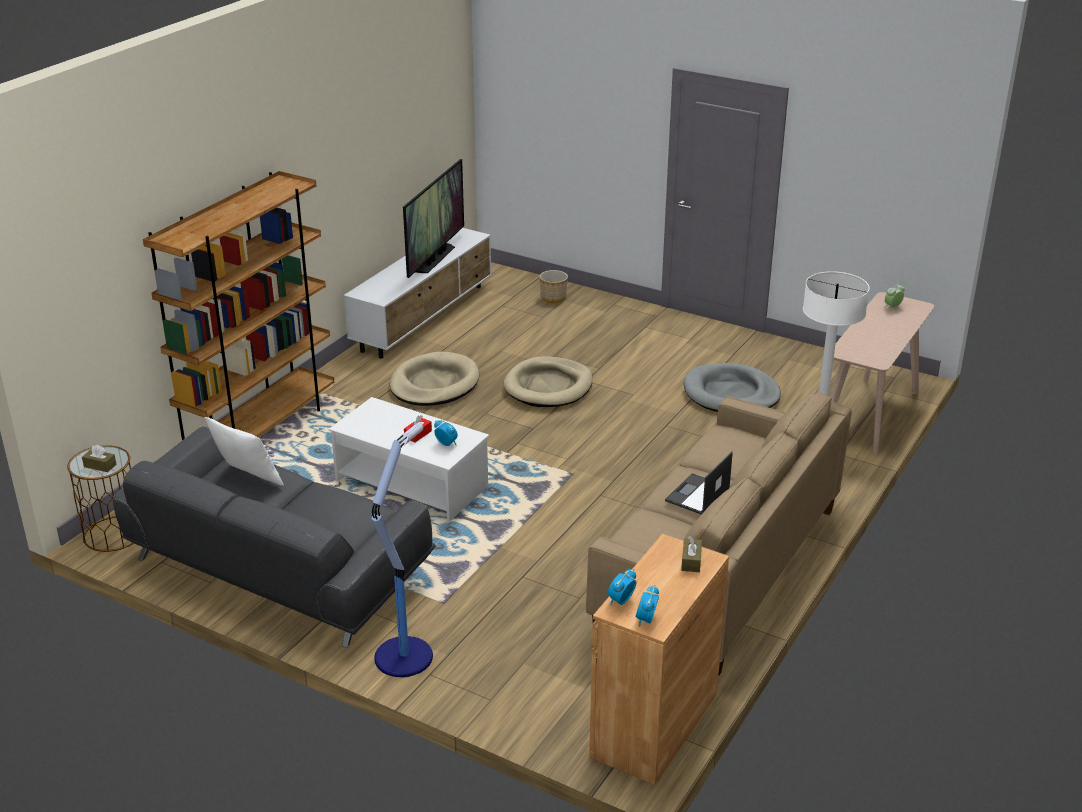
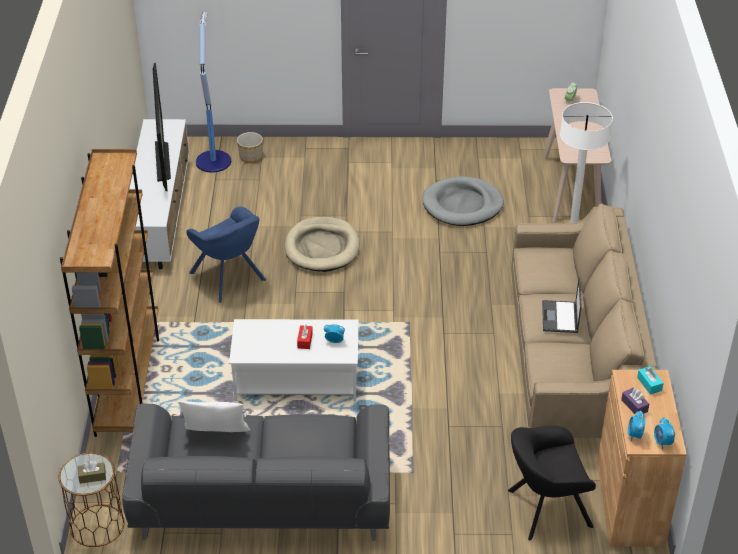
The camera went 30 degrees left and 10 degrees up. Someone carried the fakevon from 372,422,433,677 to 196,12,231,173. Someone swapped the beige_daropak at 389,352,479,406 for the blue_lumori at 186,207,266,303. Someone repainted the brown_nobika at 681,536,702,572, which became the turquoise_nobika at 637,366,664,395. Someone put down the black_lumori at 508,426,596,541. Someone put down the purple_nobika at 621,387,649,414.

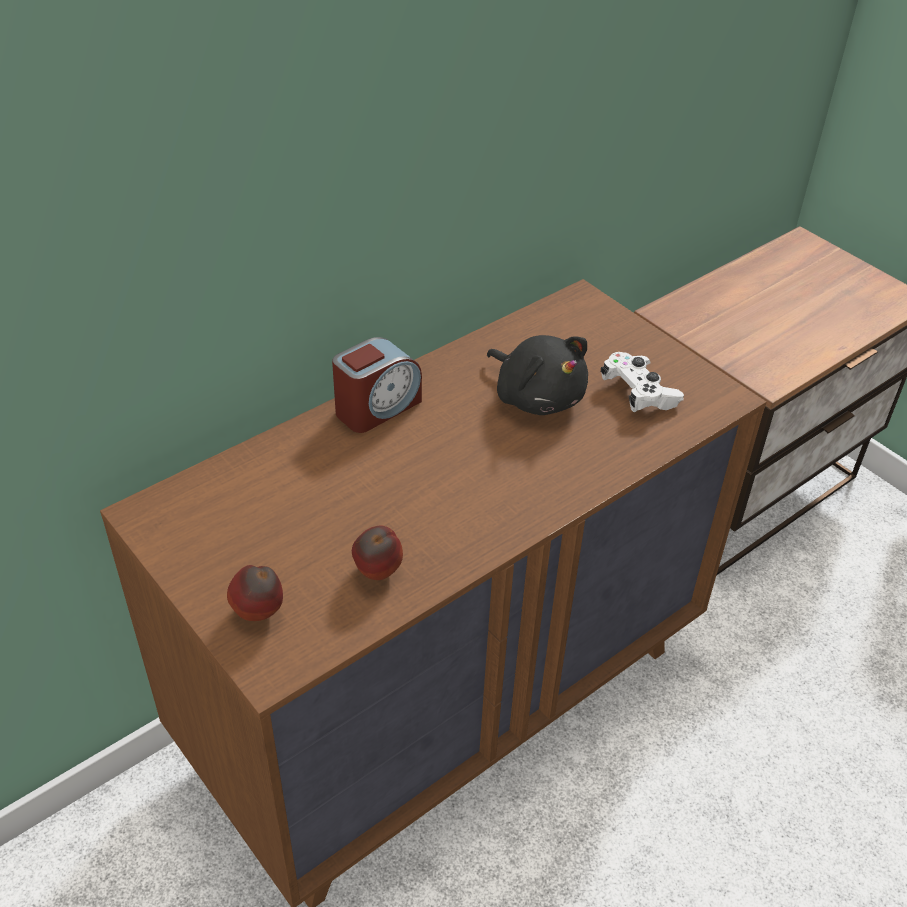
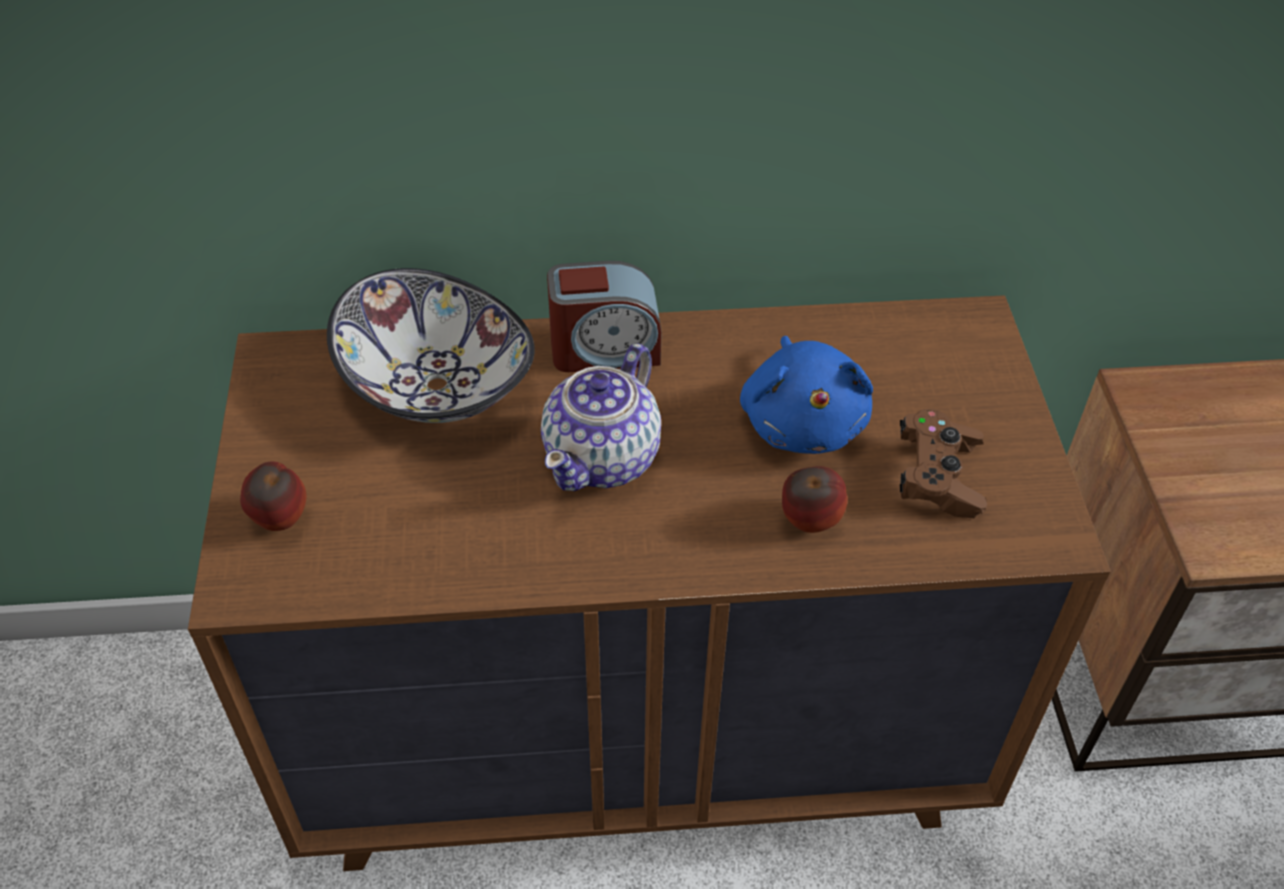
The camera went 35 degrees right and 5 degrees up. Someone carried the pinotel from 352,526,403,580 to 782,466,848,533. Someone repainted the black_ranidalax at 487,335,588,415, which became the blue_ranidalax at 740,336,873,454. Someone repainted the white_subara at 601,352,684,412, which became the brown_subara at 900,409,987,518. Someone put down the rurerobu at 327,268,535,423. Someone put down the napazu at 541,343,661,491.

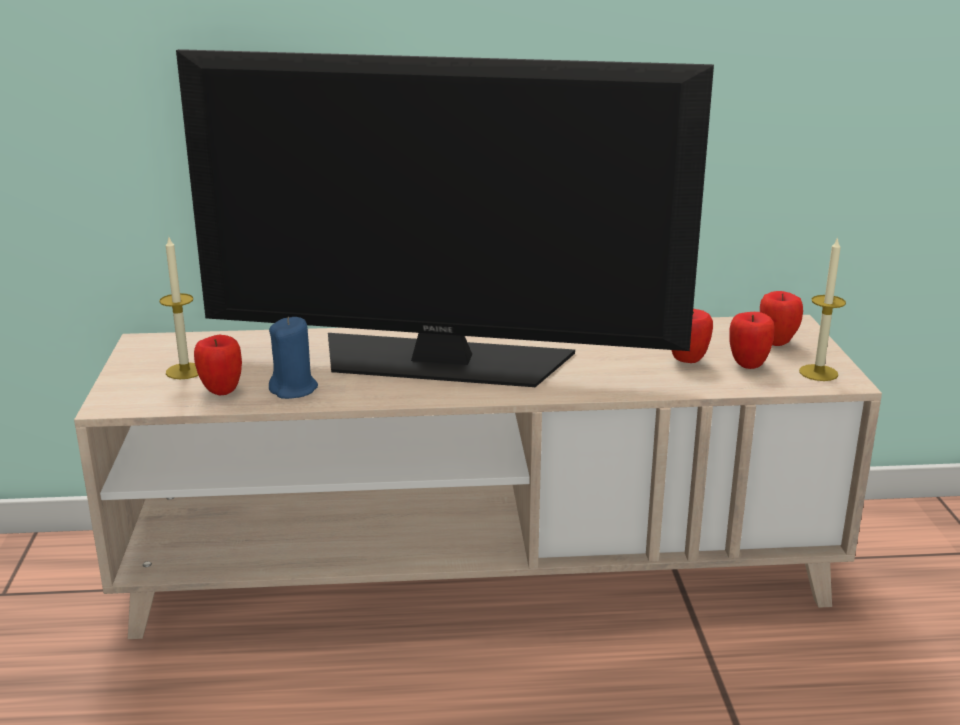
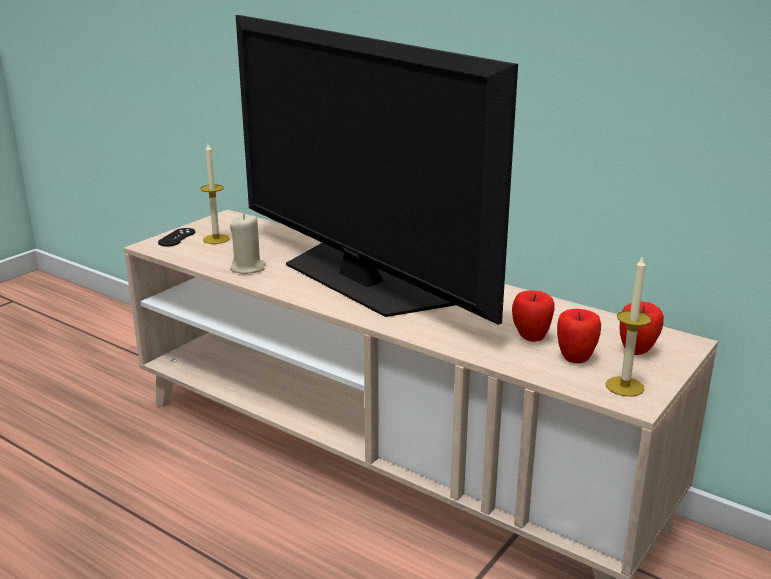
The camera went 40 degrees right and 0 degrees up. Someone took away the pinotel at 194,335,242,395. Someone repainted the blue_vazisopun at 269,317,318,399, which became the beige_vazisopun at 230,214,266,274. Someone put down the black_subara at 158,228,195,246.

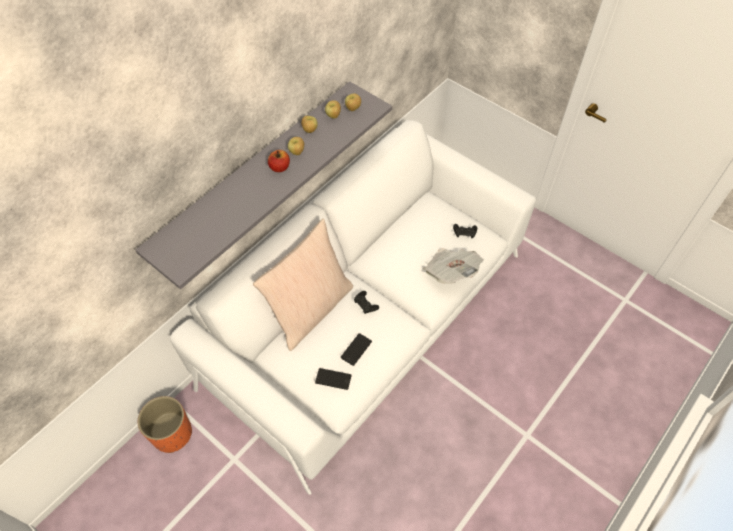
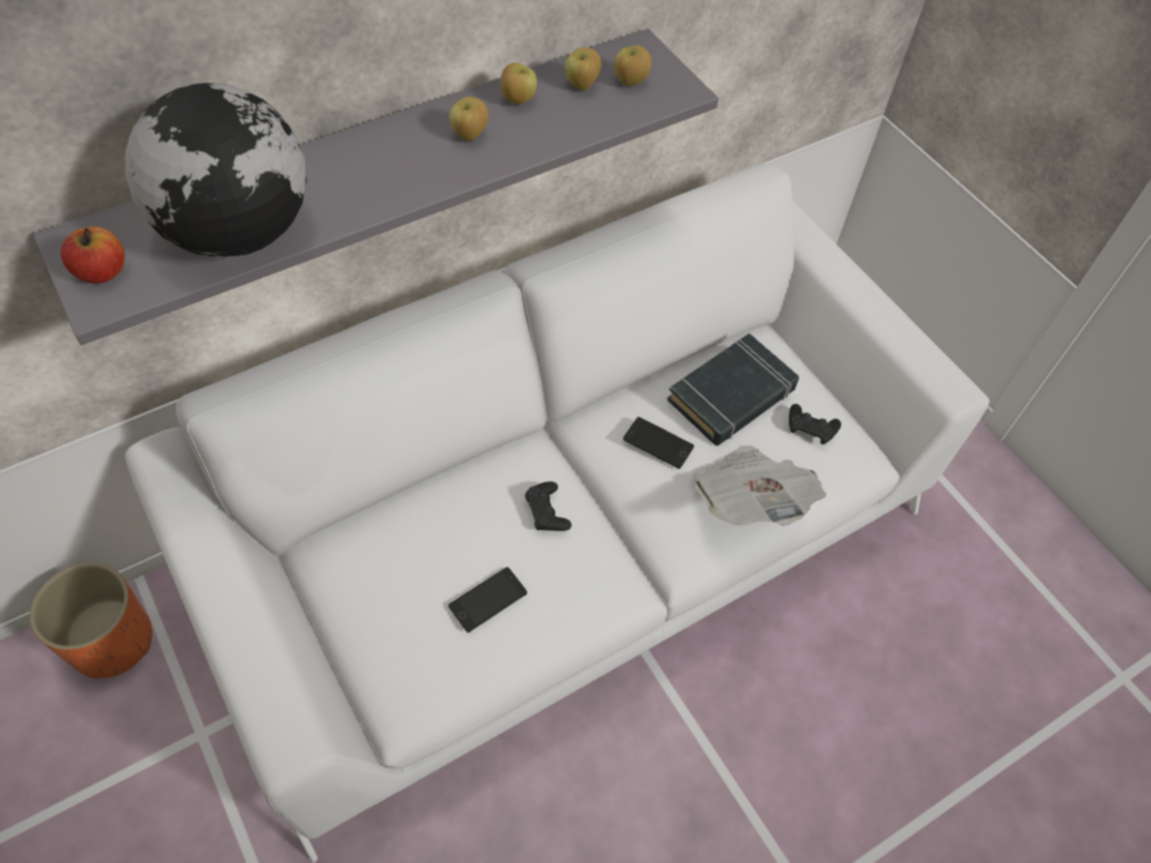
The camera went 15 degrees right and 0 degrees up. Someone took away the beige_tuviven at 253,218,353,351. Someone carried the pinotel from 268,150,290,172 to 60,227,125,284. Someone carried the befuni from 315,368,351,390 to 623,417,694,469. Someone put down the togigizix at 125,83,307,258. Someone put down the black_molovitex at 667,333,799,446.

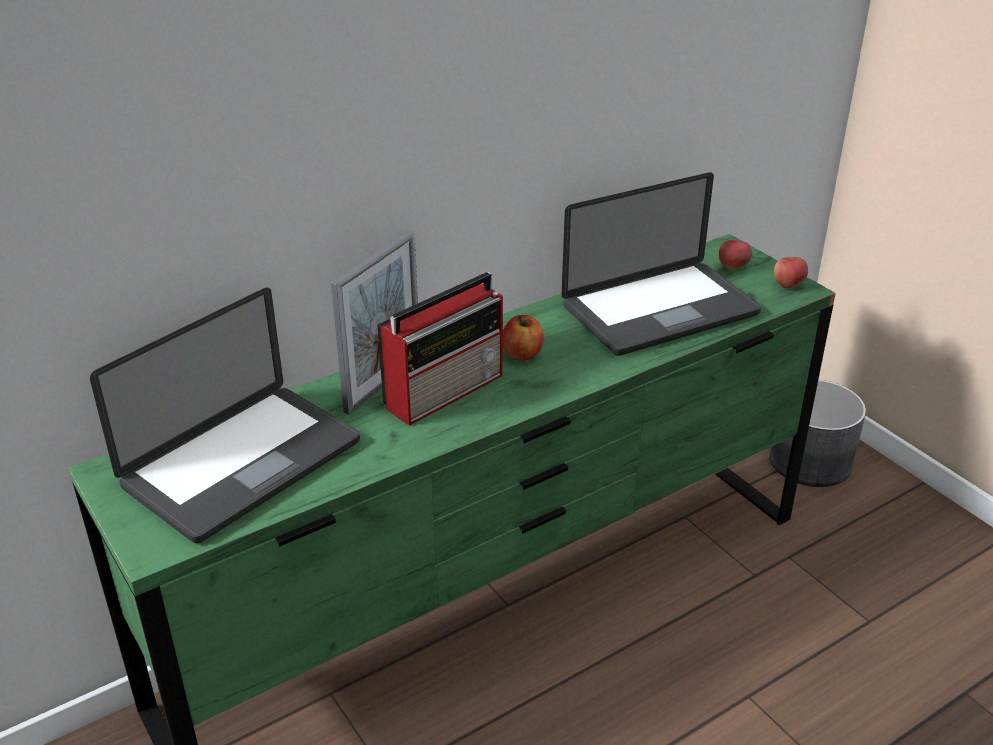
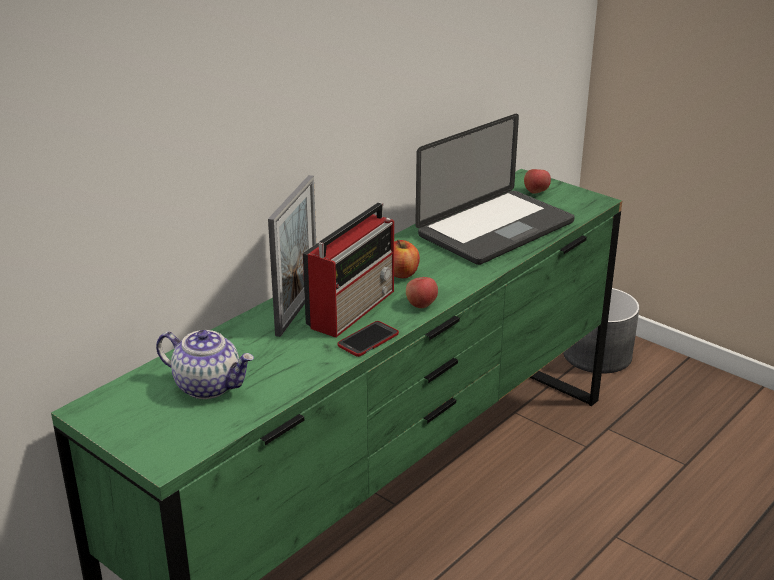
The camera went 15 degrees left and 5 degrees down. Someone swapped the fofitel at 90,287,360,543 for the napazu at 156,330,254,399. Someone carried the pinotel from 774,257,808,289 to 406,277,438,308. Someone put down the befuni at 337,321,399,357.

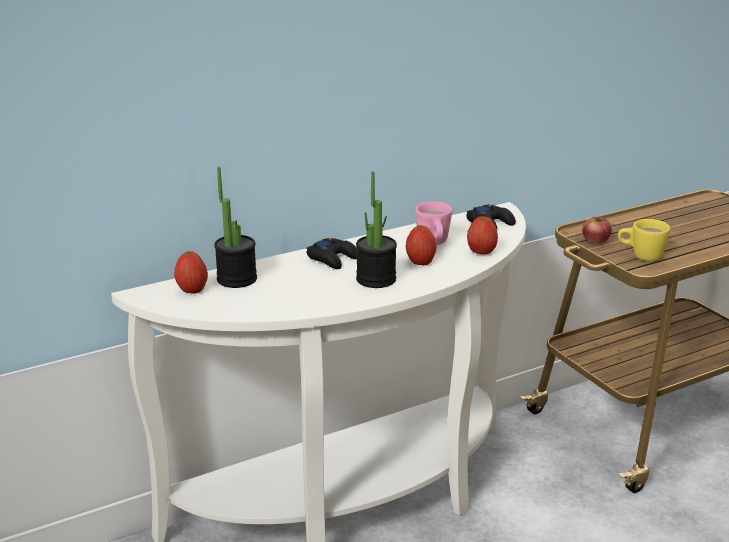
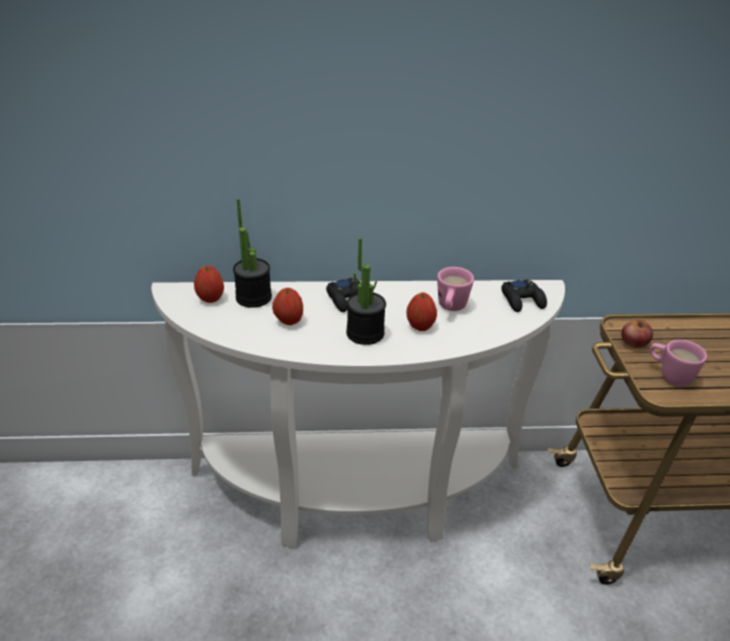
The camera went 25 degrees right and 10 degrees up. Someone carried the pinotel from 467,216,498,254 to 272,288,303,325. Someone repainted the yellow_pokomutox at 618,219,670,261, which became the pink_pokomutox at 650,340,707,387.

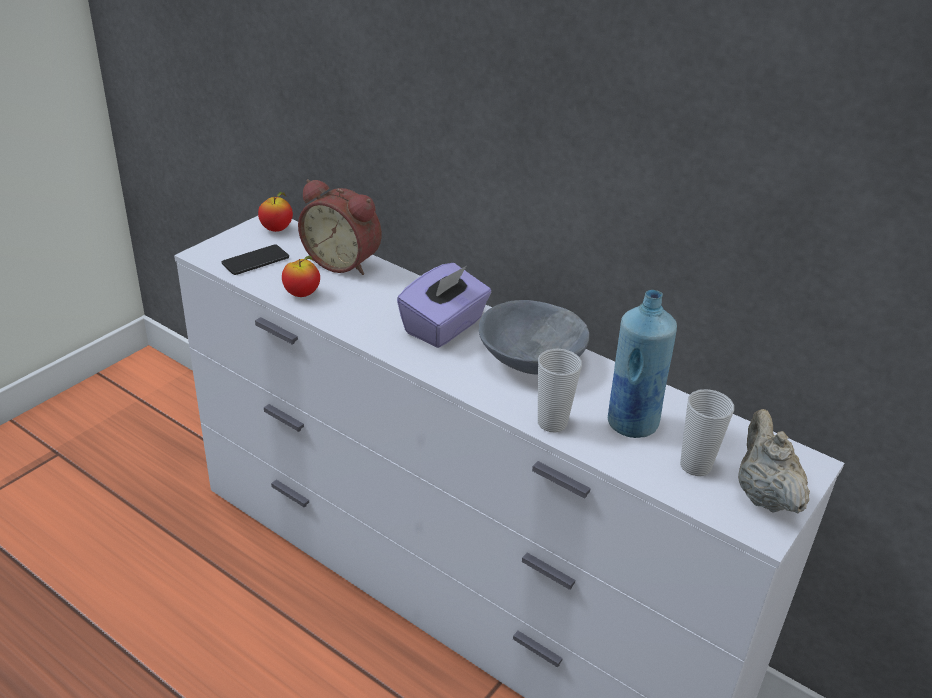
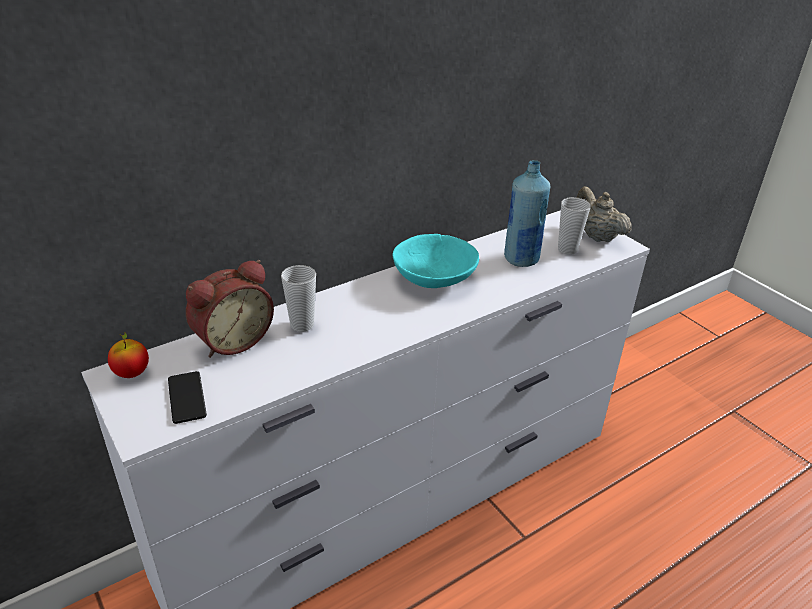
The camera went 70 degrees left and 0 degrees up. Someone took away the pinotel at 282,256,320,297. Someone took away the purple_nobika at 397,263,491,348. Someone repainted the grey_rurerobu at 479,300,589,375, which became the turquoise_rurerobu at 393,234,479,288. Someone carried the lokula from 538,349,582,432 to 281,265,316,332. Someone rotated the beige_napazu at 738,409,810,514 by 45 degrees clockwise.

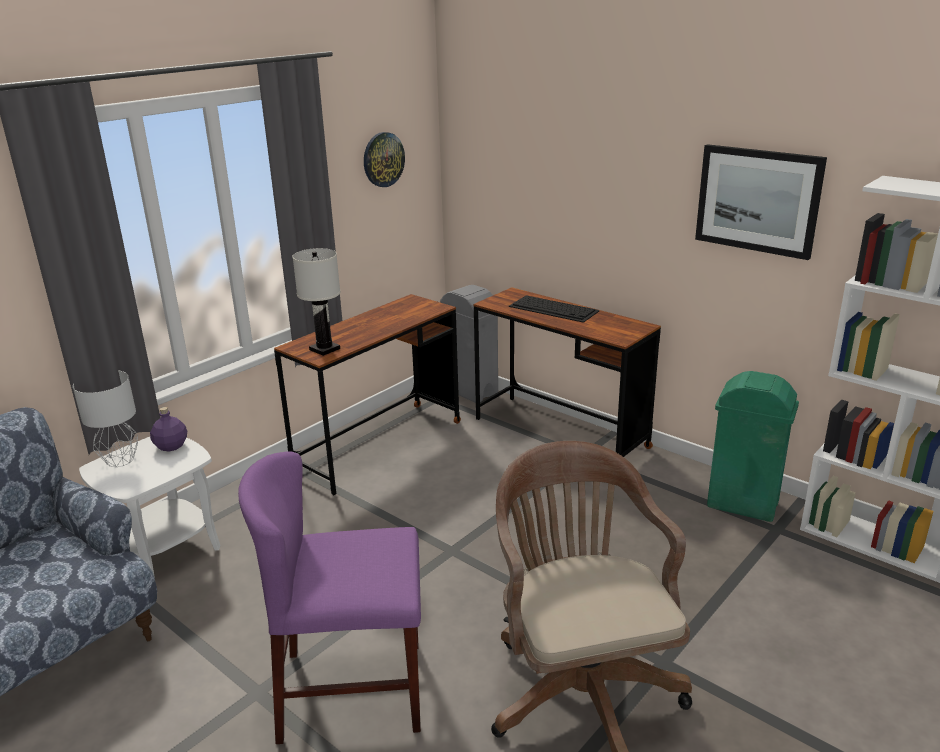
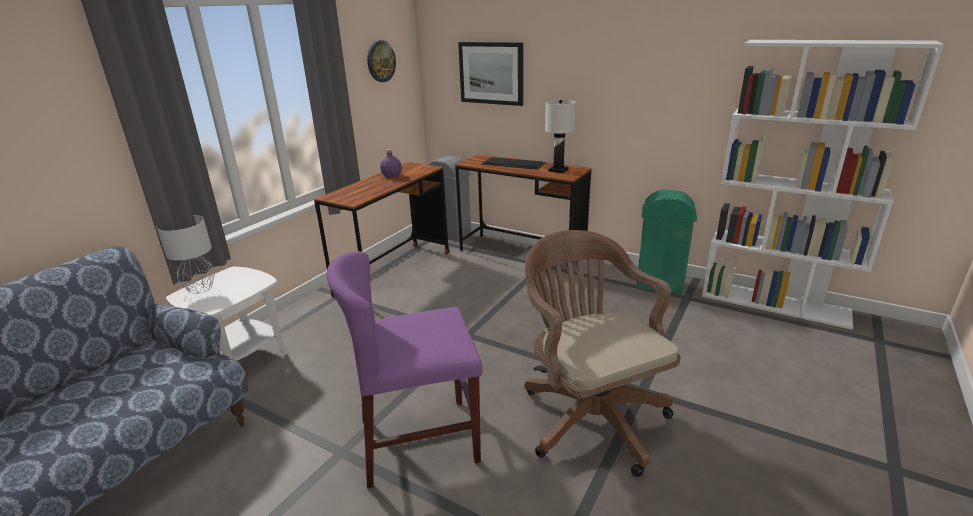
The camera went 10 degrees left and 0 degrees up. Someone carried the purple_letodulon from 150,407,187,451 to 380,149,402,178. Someone carried the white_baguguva from 292,248,340,356 to 545,100,576,173. Someone carried the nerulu from 695,144,827,260 to 458,42,523,106.

